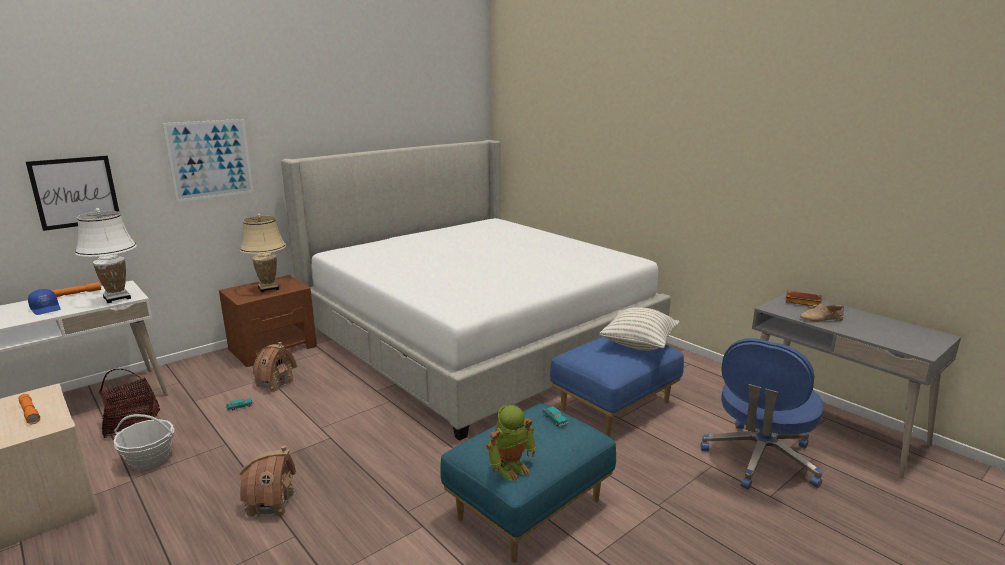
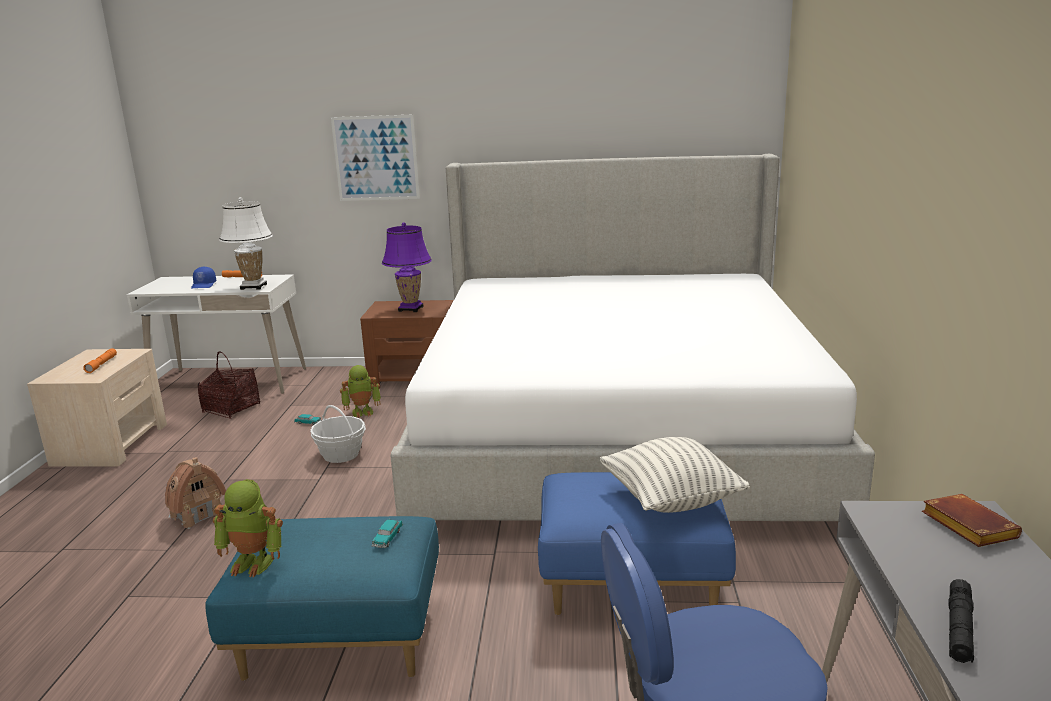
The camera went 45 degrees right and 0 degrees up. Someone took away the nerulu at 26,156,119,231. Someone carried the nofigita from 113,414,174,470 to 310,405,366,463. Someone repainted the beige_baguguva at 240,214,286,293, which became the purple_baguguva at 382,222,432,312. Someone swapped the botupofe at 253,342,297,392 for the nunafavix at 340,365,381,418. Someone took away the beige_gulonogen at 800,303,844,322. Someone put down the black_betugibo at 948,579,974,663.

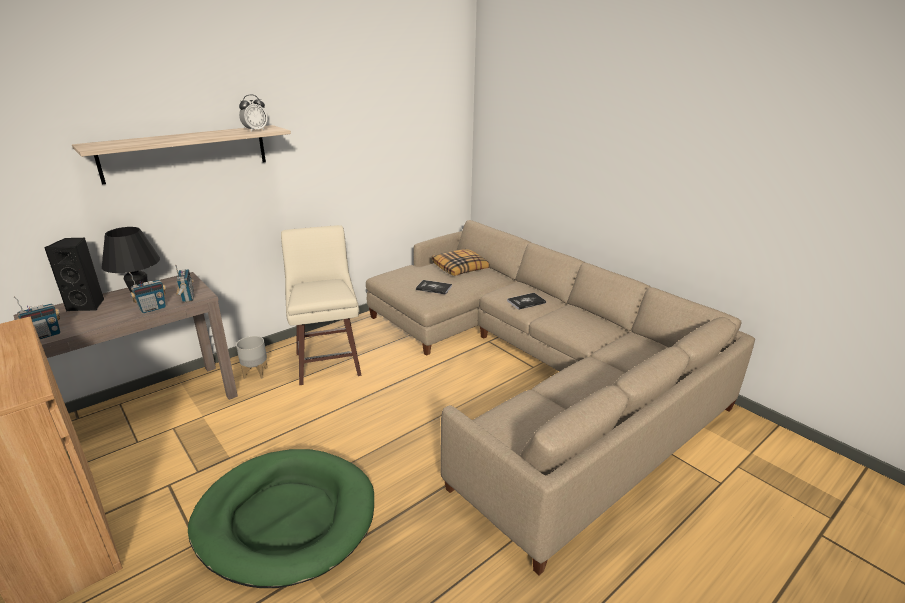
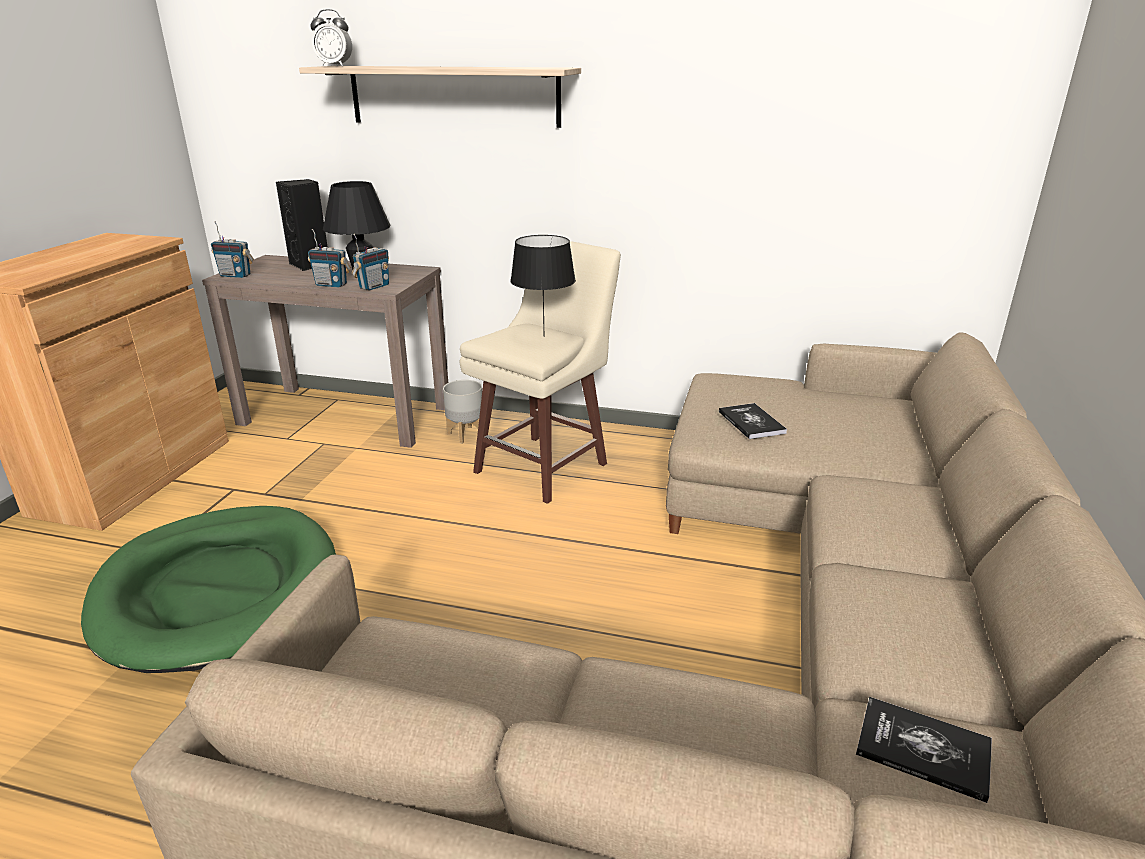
The camera went 55 degrees right and 0 degrees up. Someone carried the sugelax from 239,95,267,132 to 311,9,352,67. Someone took away the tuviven at 432,249,490,276. Someone carried the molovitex from 507,293,546,310 to 856,697,992,803. Someone put down the black_baguguva at 510,235,576,330.

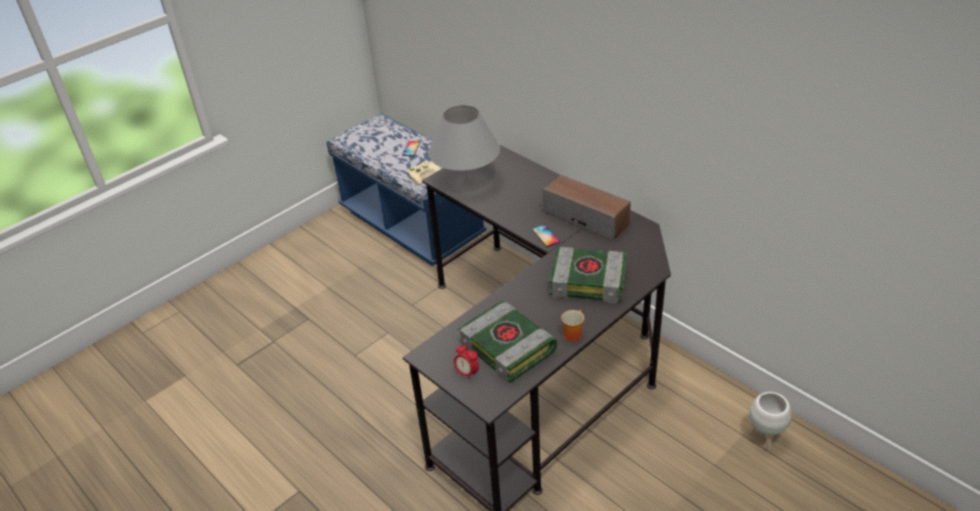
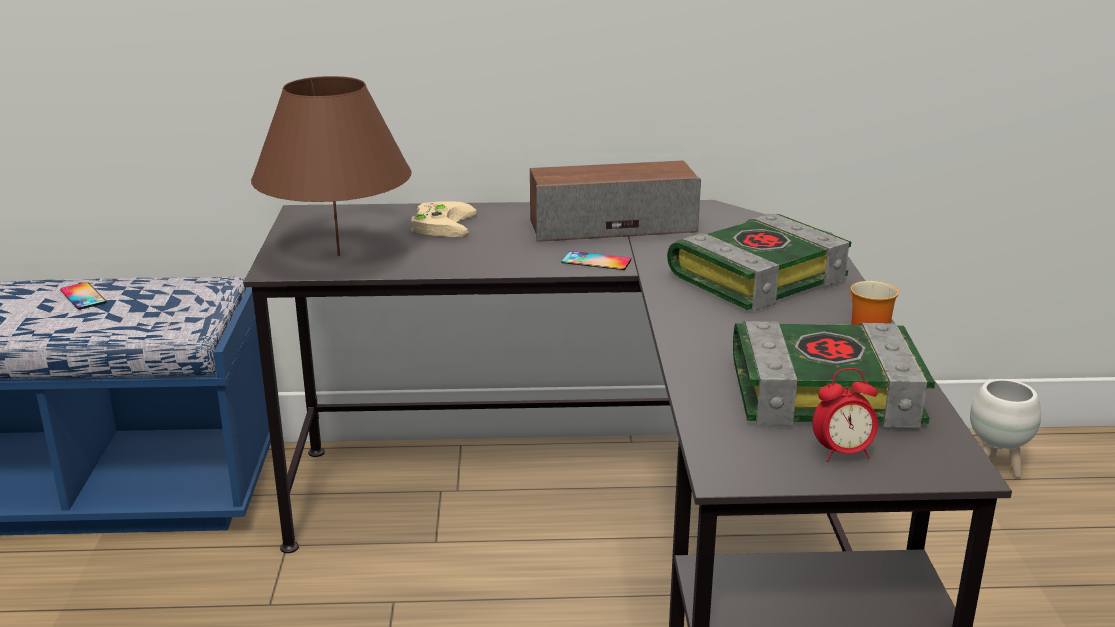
The camera went 50 degrees left and 15 degrees down. Someone carried the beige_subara from 408,161,441,185 to 411,201,477,237. Someone repainted the grey_baguguva at 429,105,500,183, which became the brown_baguguva at 251,76,412,256.

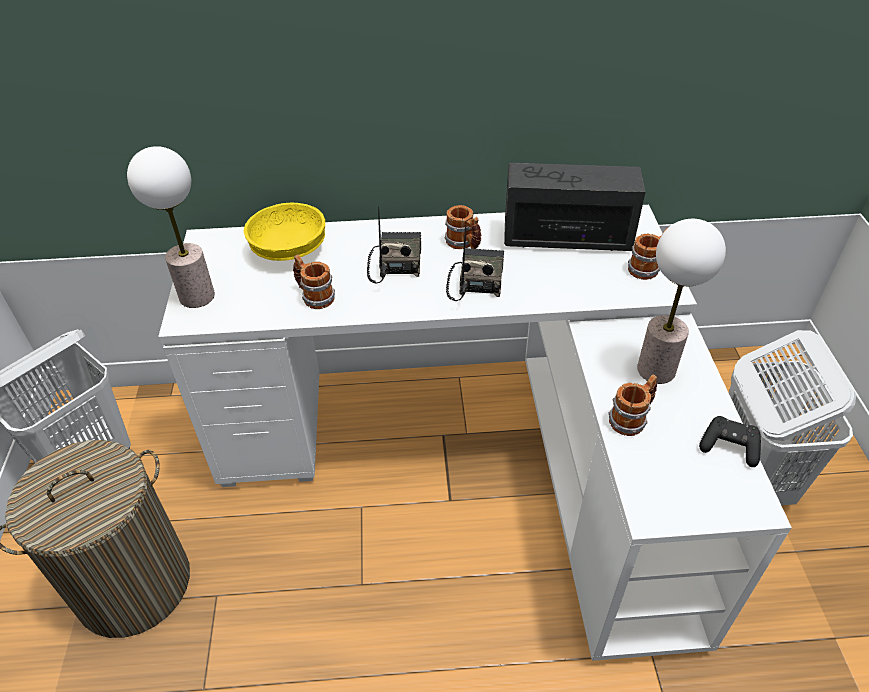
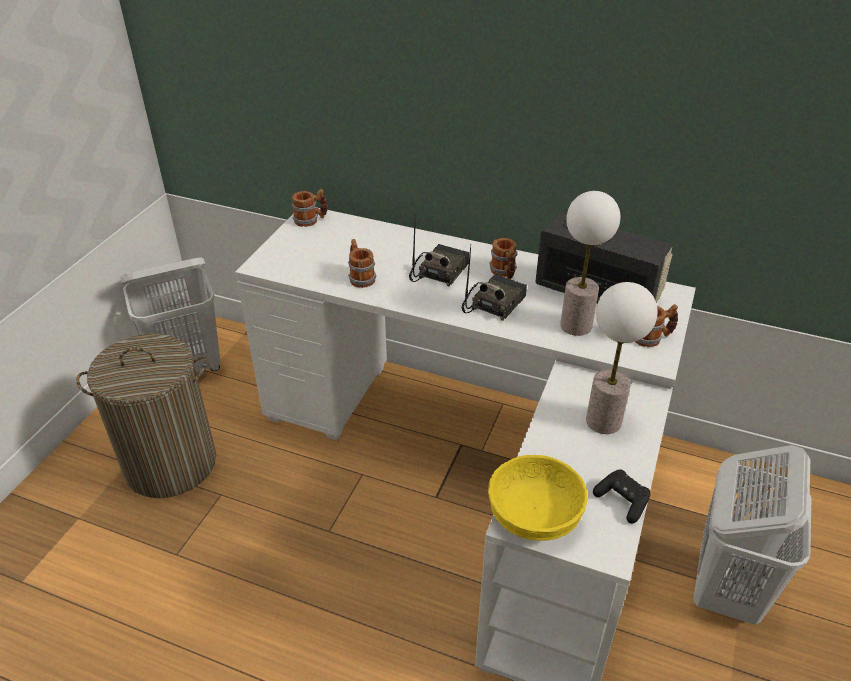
The camera went 25 degrees right and 5 degrees down. Someone carried the baguguva from 127,146,215,308 to 560,191,620,336. Someone carried the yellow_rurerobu from 244,203,325,261 to 488,455,588,541. Someone carried the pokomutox from 609,375,657,436 to 292,189,328,227.

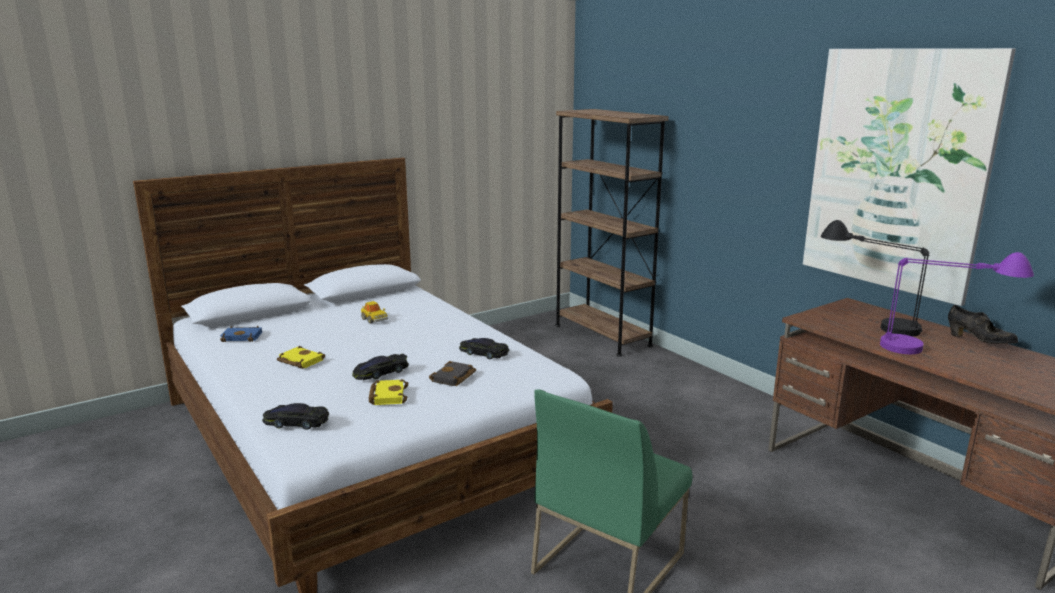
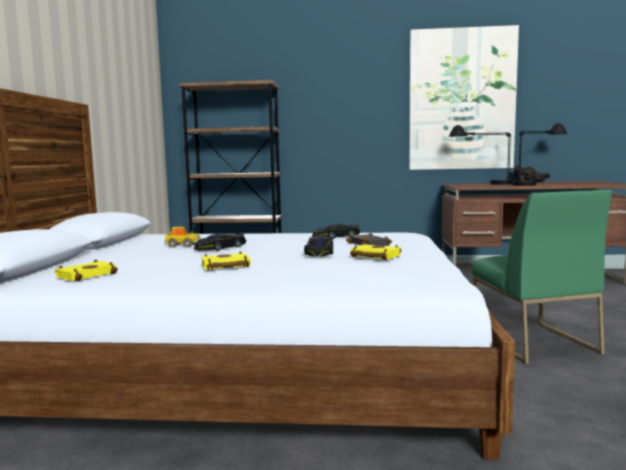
The camera went 50 degrees left and 10 degrees down. Someone repainted the blue_molovitex at 220,326,262,342, which became the yellow_molovitex at 55,259,118,282. Someone carried the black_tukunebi from 262,403,329,430 to 194,233,246,251. Someone repainted the purple_baguguva at 880,252,1034,354, which became the black_baguguva at 512,123,567,186.

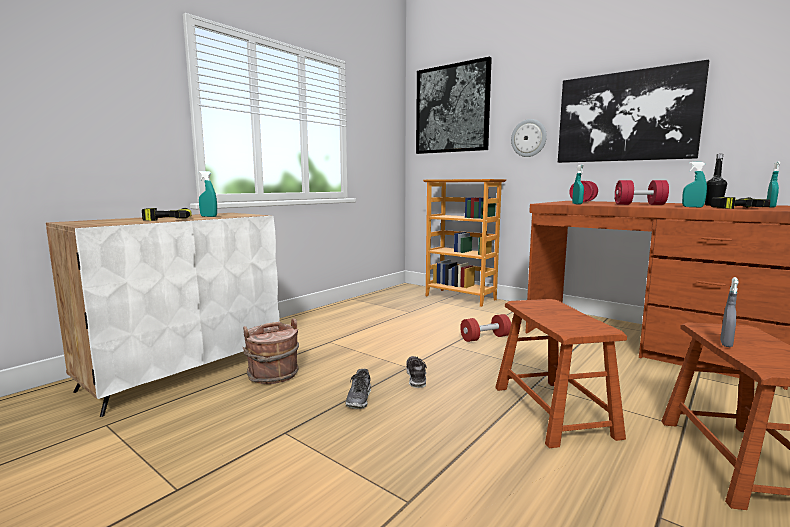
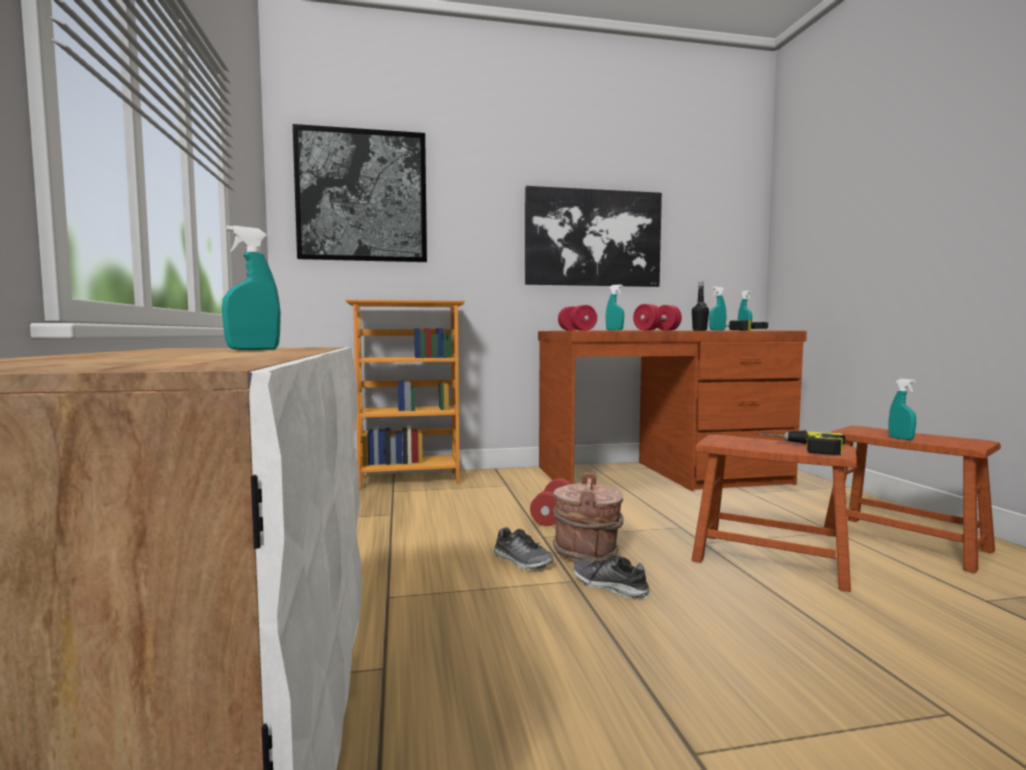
The camera went 50 degrees left and 5 degrees down. Someone carried the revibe from 142,208,192,221 to 758,430,846,455. Someone carried the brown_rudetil from 243,318,299,384 to 553,472,624,562. Someone carried the gulonogen from 345,369,371,409 to 493,527,554,570. Someone took away the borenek at 511,119,547,157. Someone repainted the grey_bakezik at 720,277,739,347, which became the turquoise_bakezik at 889,379,916,440.

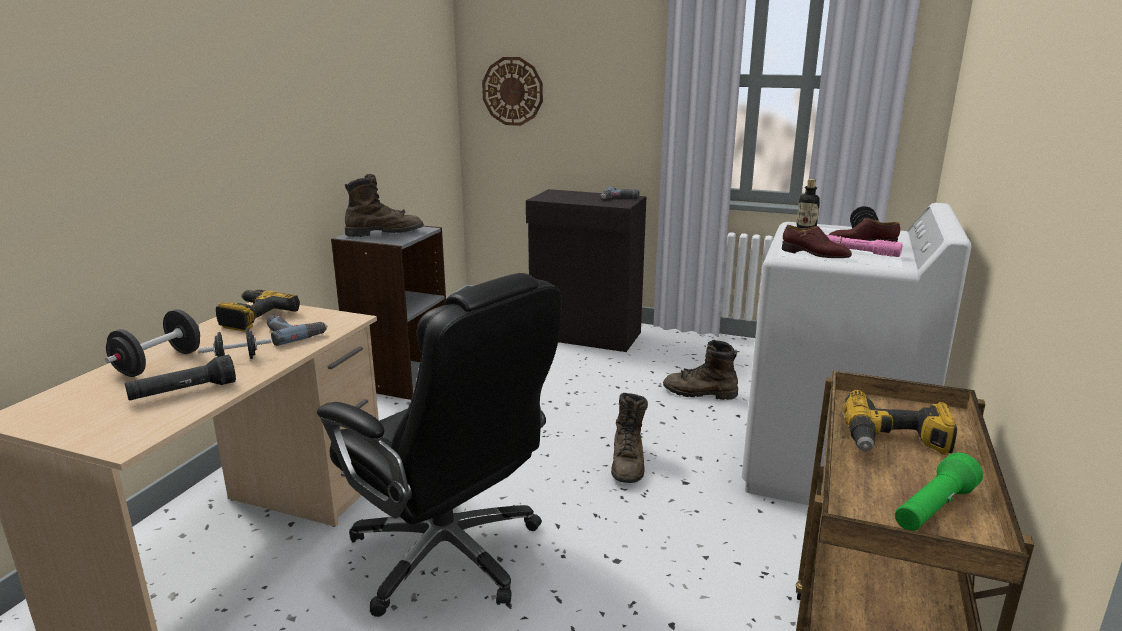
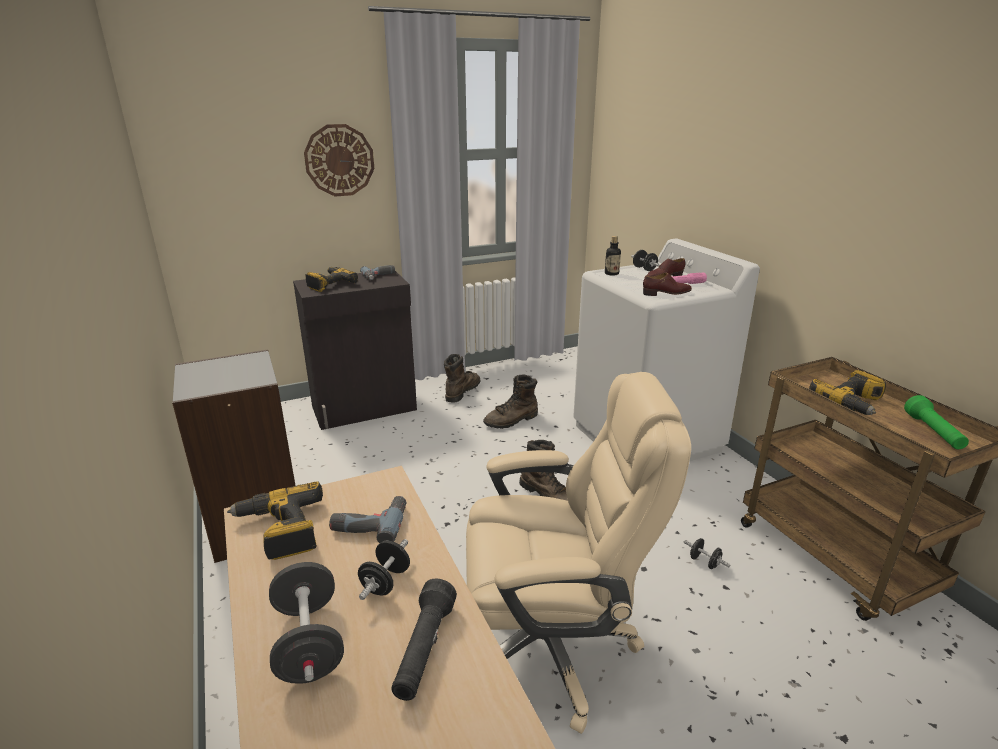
The camera went 45 degrees left and 5 degrees up. Someone repainted the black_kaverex at 317,273,561,617, which became the beige_kaverex at 466,372,691,734. Someone carried the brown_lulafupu from 345,174,424,237 to 444,354,481,402. Someone carried the borenek from 482,57,543,126 to 304,124,374,196. Someone put down the revibe at 306,267,358,292. Someone put down the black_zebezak at 684,538,730,569.

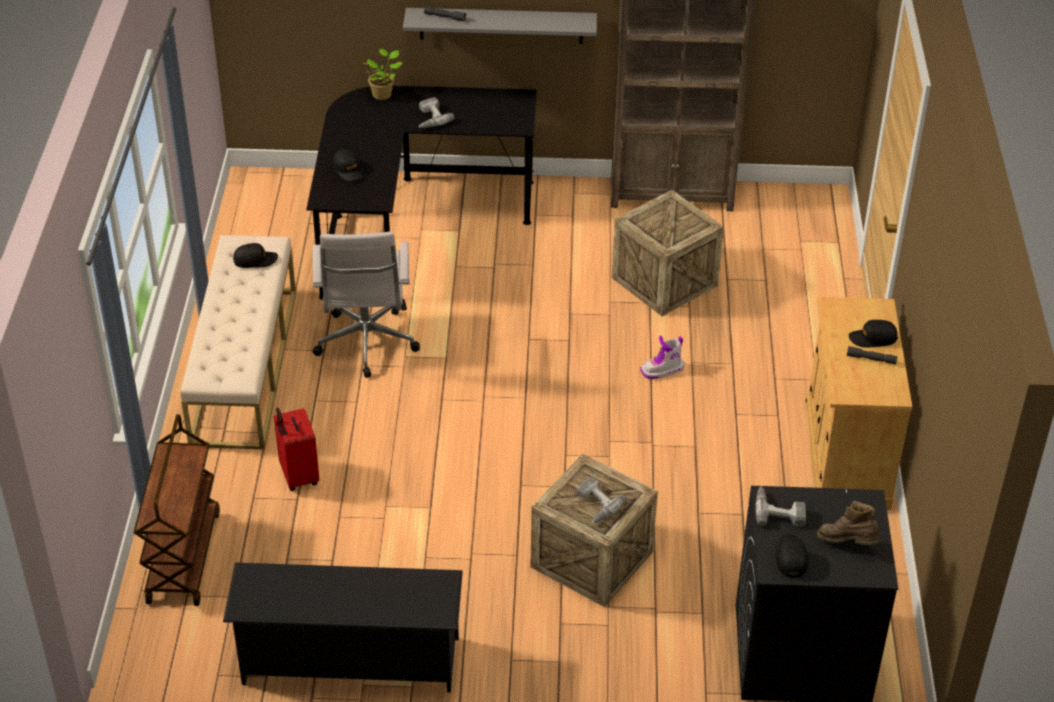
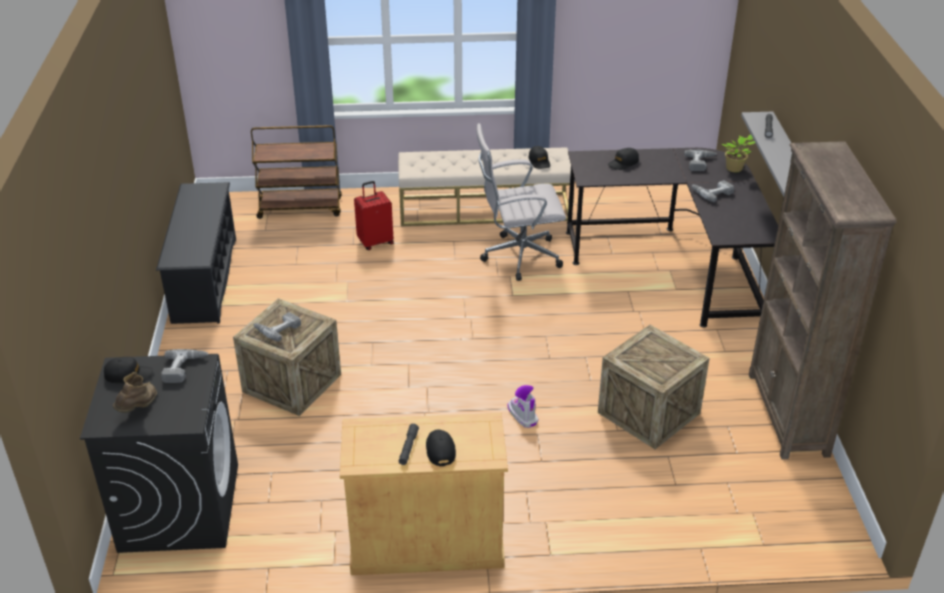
The camera went 85 degrees right and 5 degrees down. Someone put down the revibe at 684,150,716,171.

